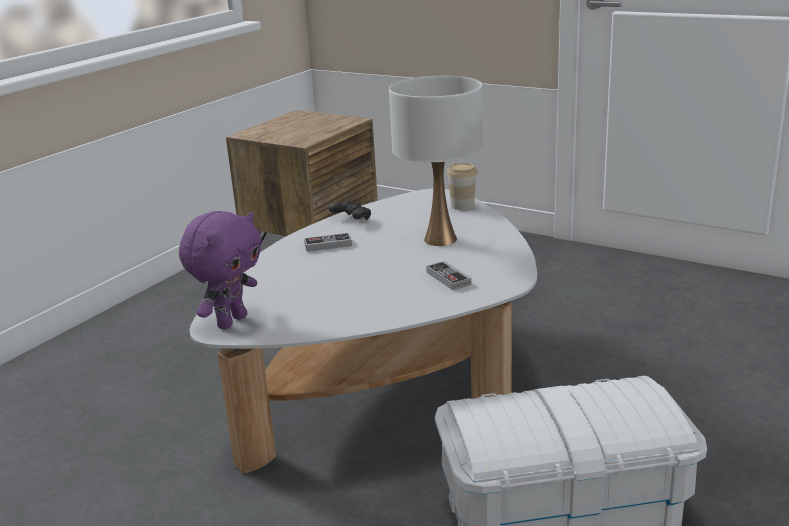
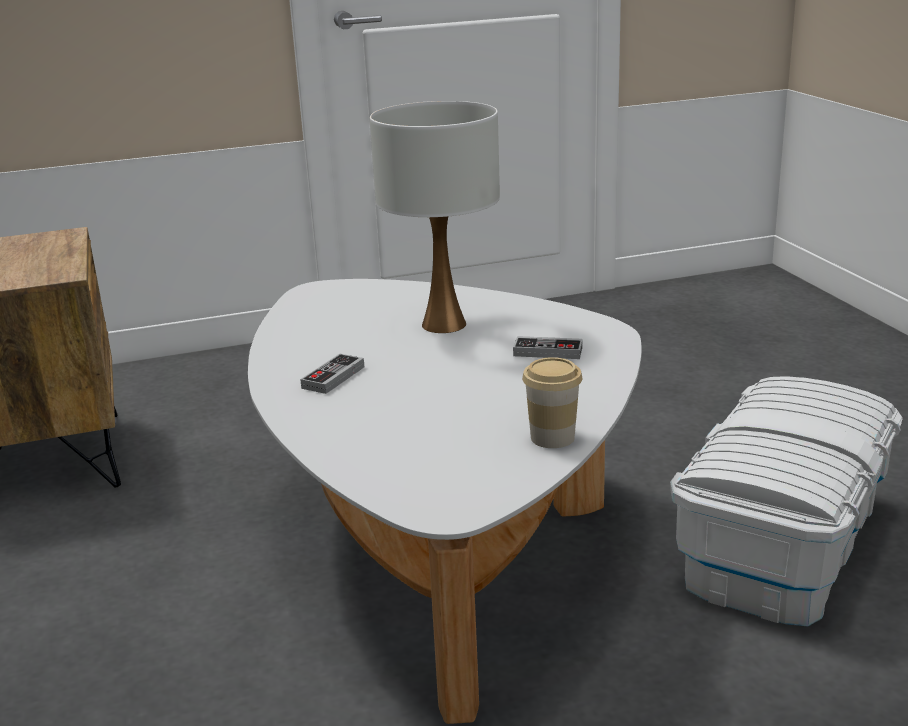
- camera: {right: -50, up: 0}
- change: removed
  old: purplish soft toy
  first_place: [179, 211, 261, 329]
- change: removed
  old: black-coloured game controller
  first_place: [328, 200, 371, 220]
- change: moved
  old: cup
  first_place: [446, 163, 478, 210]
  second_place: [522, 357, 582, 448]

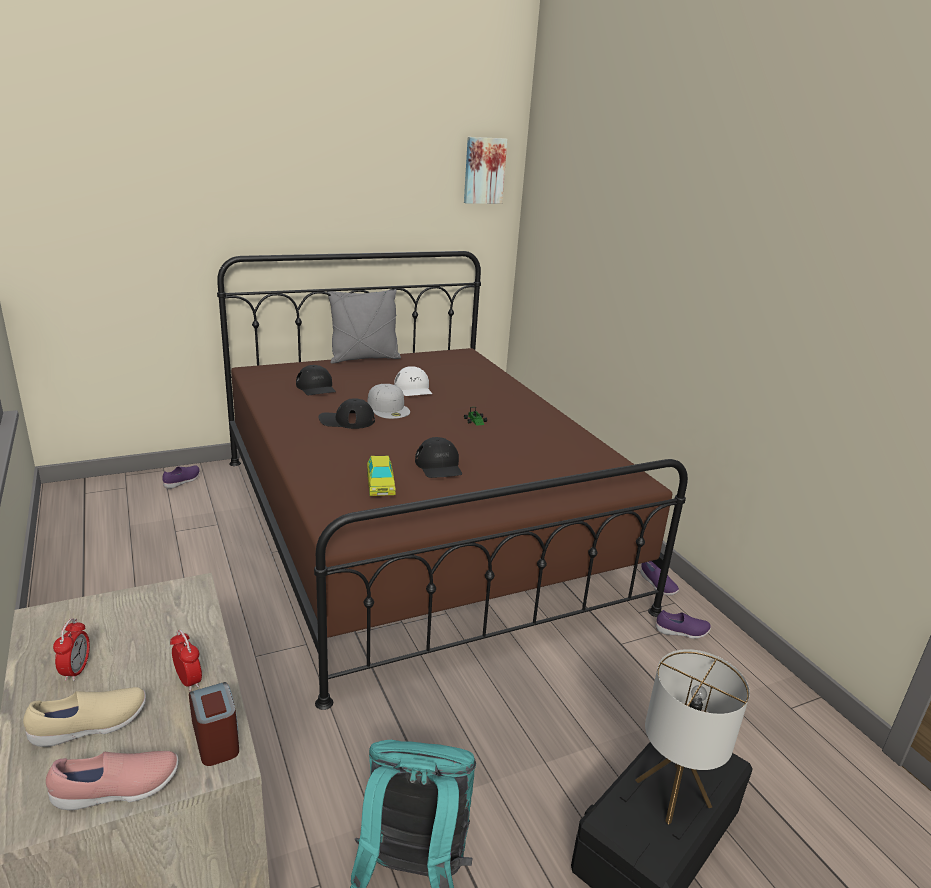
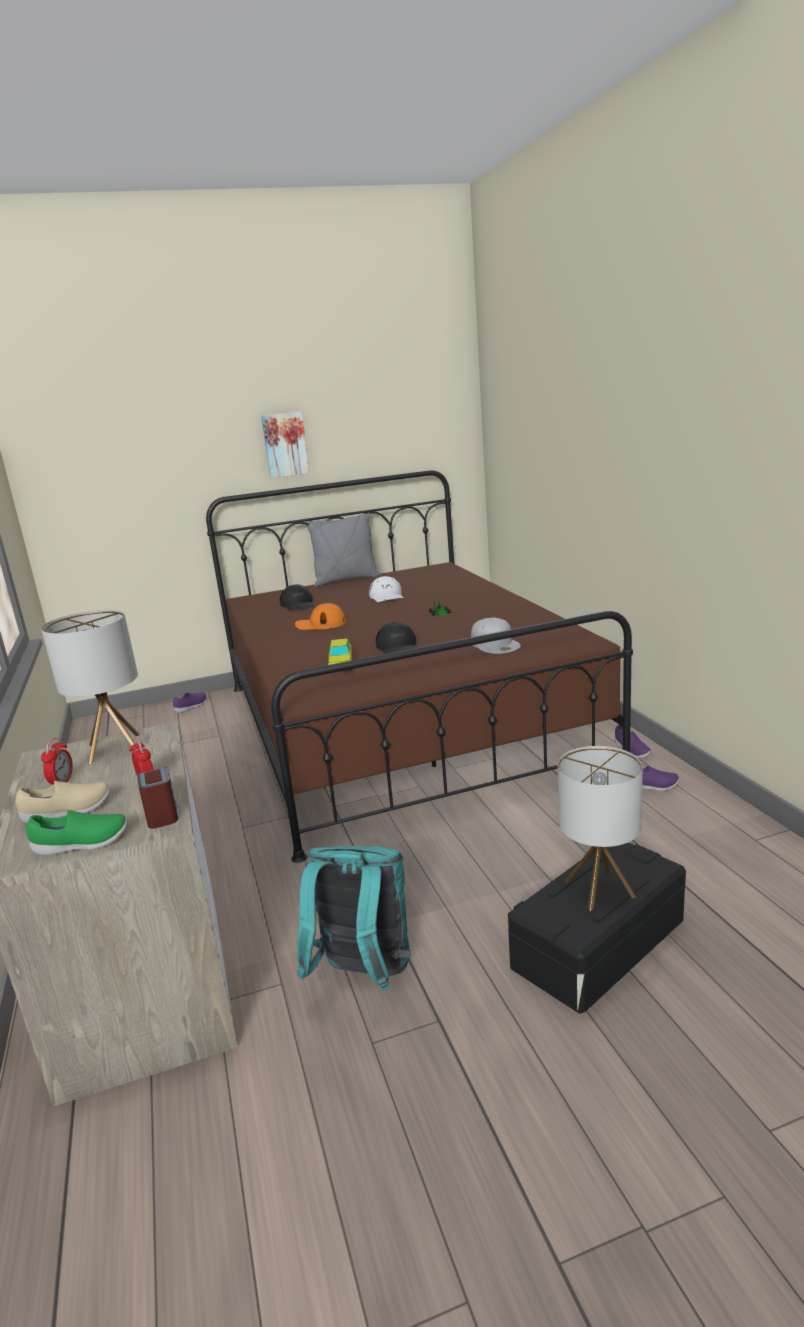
- camera: {right: 10, up: -5}
- change: recoloured
  old: pink item of footwear
  new: greenish item of footwear
  first_place: [46, 751, 179, 810]
  second_place: [26, 810, 127, 856]
- change: recoloured
  old: black-coloured baseball cap
  new: orange baseball cap
  first_place: [319, 398, 375, 429]
  second_place: [295, 603, 346, 630]
- change: moved
  old: white-coloured baseball cap
  first_place: [367, 384, 410, 419]
  second_place: [471, 618, 521, 654]
- change: moved
  old: wall picture
  first_place: [464, 137, 507, 204]
  second_place: [261, 411, 310, 478]
- change: added
  new: tabletop lamp
  second_place: [41, 609, 139, 764]

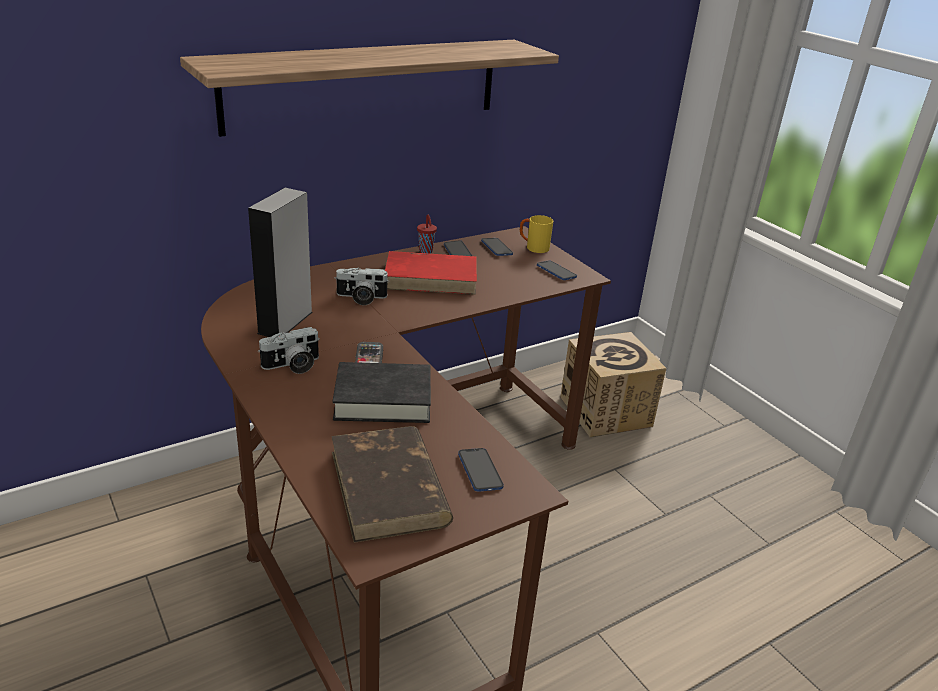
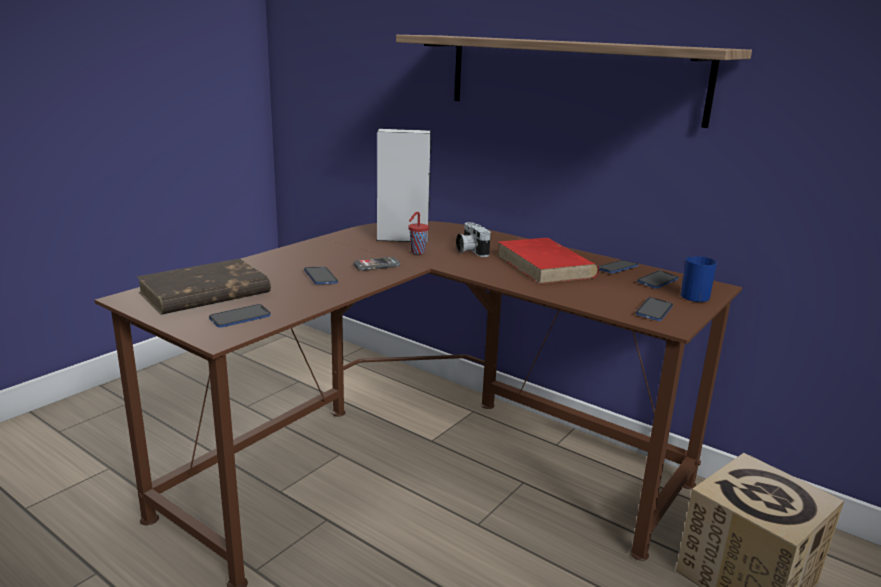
- camera: {right: 70, up: -10}
- change: removed
  old: photo camera
  first_place: [258, 327, 320, 374]
- change: replaced
  old: black-coloured volume
  new: telephone
  first_place: [332, 362, 431, 423]
  second_place: [304, 267, 338, 284]
- change: moved
  old: reddish cup
  first_place: [417, 215, 437, 254]
  second_place: [408, 212, 429, 254]
- change: recoloured
  old: yellow coffee mug
  new: blue coffee mug
  first_place: [520, 215, 553, 253]
  second_place: [680, 256, 717, 302]

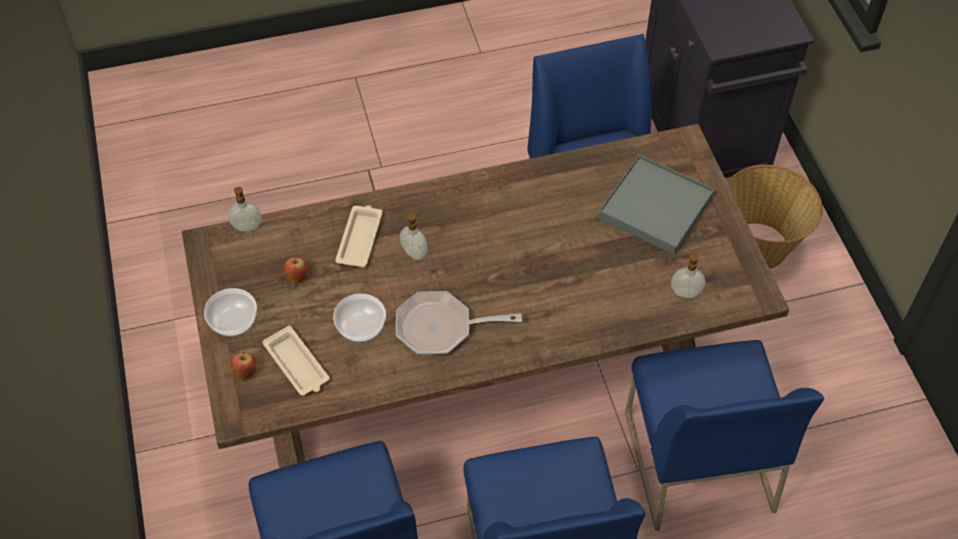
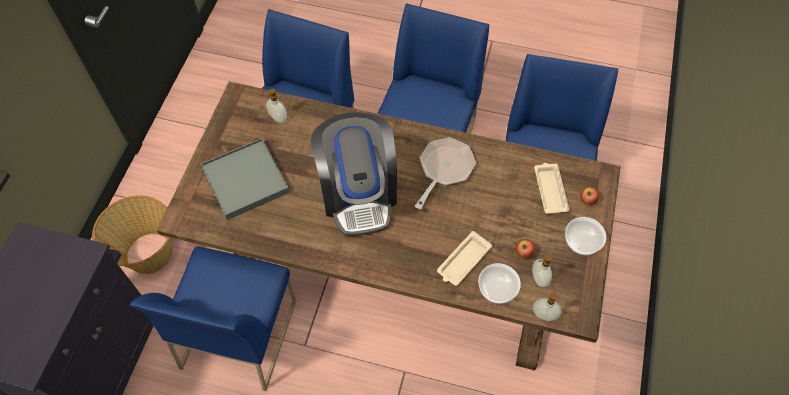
- camera: {right: -150, up: 5}
- change: moved
  old: bowl
  first_place: [333, 294, 386, 342]
  second_place: [478, 263, 521, 304]
- change: turned
  old: frying pan
  first_place: [396, 291, 522, 354]
  second_place: [415, 137, 476, 209]
  degrees: -90
- change: moved
  old: liquid soap bottle
  first_place: [400, 211, 428, 260]
  second_place: [532, 255, 552, 287]
- change: added
  new: coffee machine
  second_place: [311, 112, 397, 236]

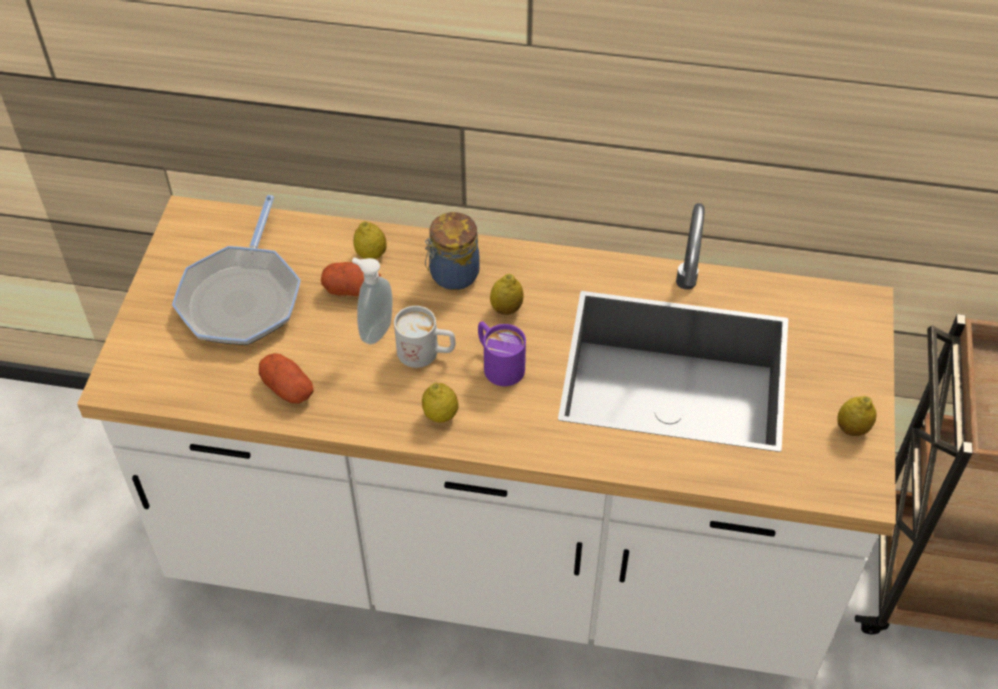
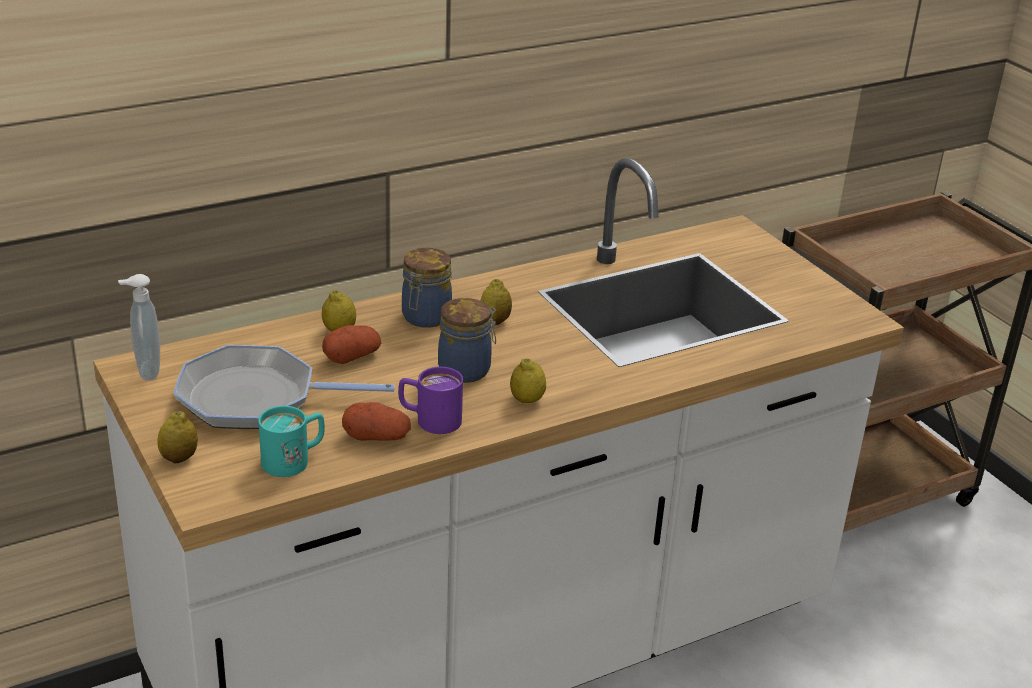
- camera: {right: -40, up: -20}
- change: turned
  old: frying pan
  first_place: [172, 195, 301, 345]
  second_place: [174, 345, 395, 429]
  degrees: 120
- change: moved
  old: liquid soap bottle
  first_place: [352, 258, 393, 345]
  second_place: [118, 274, 160, 381]
- change: replaced
  old: white-coloured coffee mug
  new: preserve jar
  first_place: [394, 306, 456, 368]
  second_place: [438, 298, 496, 383]
- change: moved
  old: purplish coffee mug
  first_place: [478, 321, 526, 386]
  second_place: [398, 367, 463, 434]
- change: moved
  old: lemon
  first_place: [837, 396, 877, 436]
  second_place: [157, 411, 198, 463]
- change: added
  new: blue-green coffee mug
  second_place: [258, 406, 325, 477]

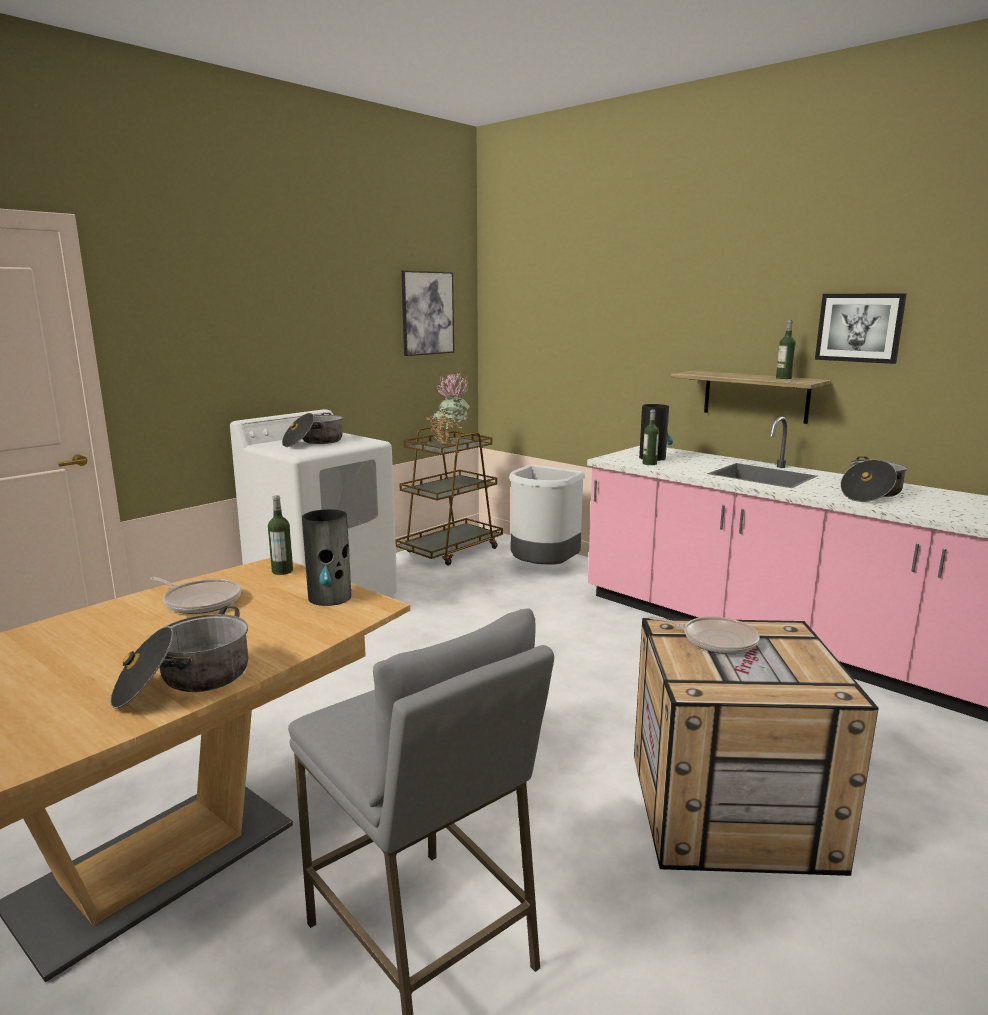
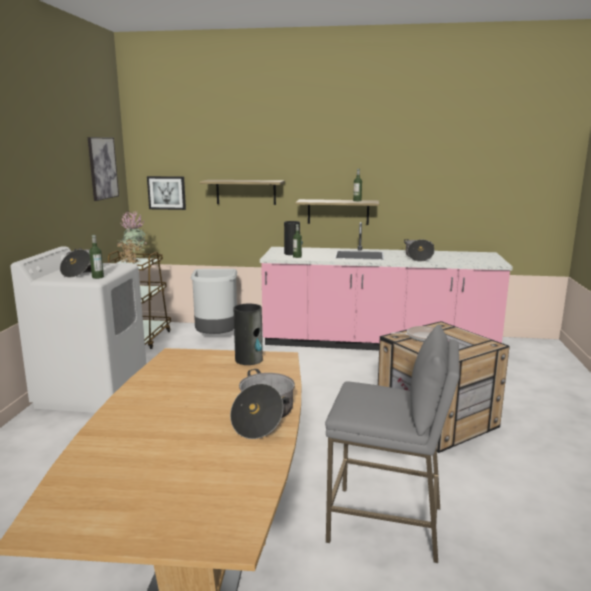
- camera: {right: -35, up: 0}
- change: removed
  old: frying pan
  first_place: [150, 577, 242, 614]
- change: moved
  old: bottle
  first_place: [268, 495, 293, 575]
  second_place: [89, 235, 104, 279]
- change: moved
  old: wall picture
  first_place: [815, 293, 907, 364]
  second_place: [147, 176, 186, 210]
- change: added
  new: wall shelf
  second_place: [200, 180, 285, 205]

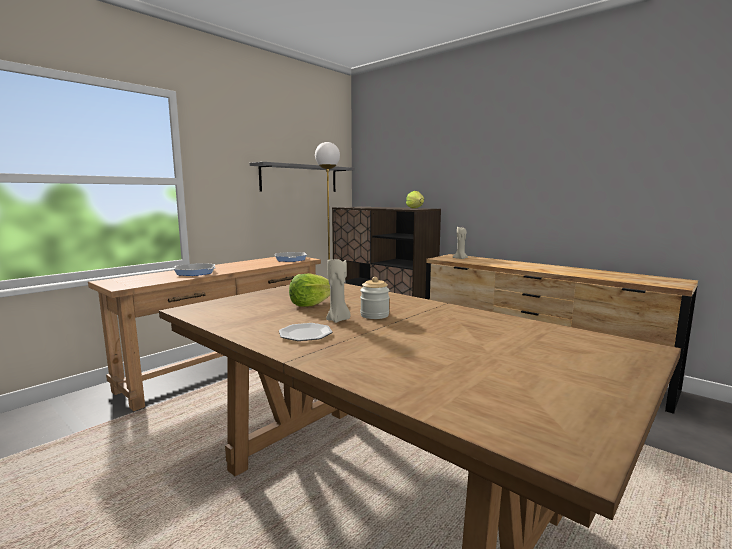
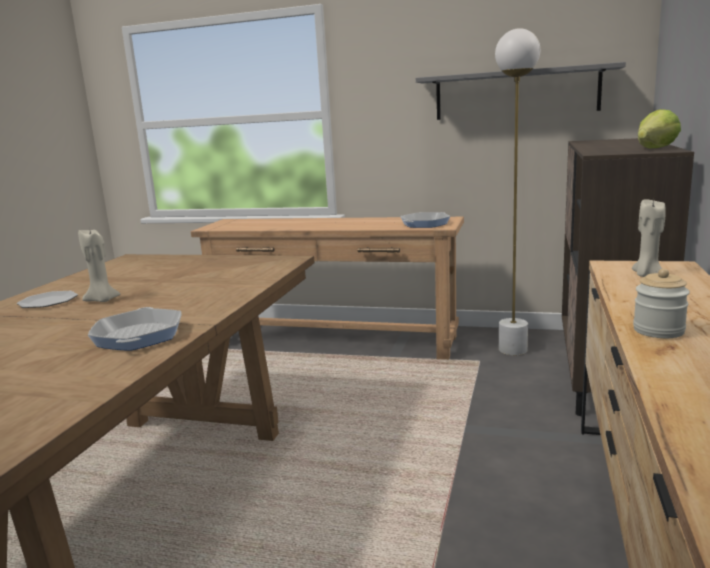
- camera: {right: 65, up: 5}
- change: moved
  old: frying pan
  first_place: [174, 263, 216, 276]
  second_place: [88, 307, 182, 351]
- change: removed
  old: lettuce
  first_place: [289, 273, 330, 307]
- change: moved
  old: preserve jar
  first_place: [360, 277, 390, 319]
  second_place: [633, 269, 690, 338]

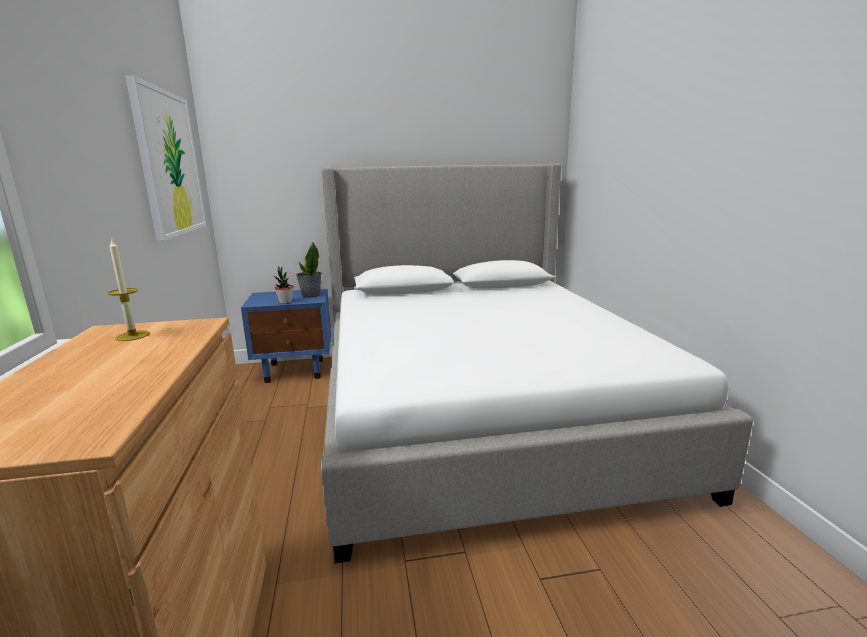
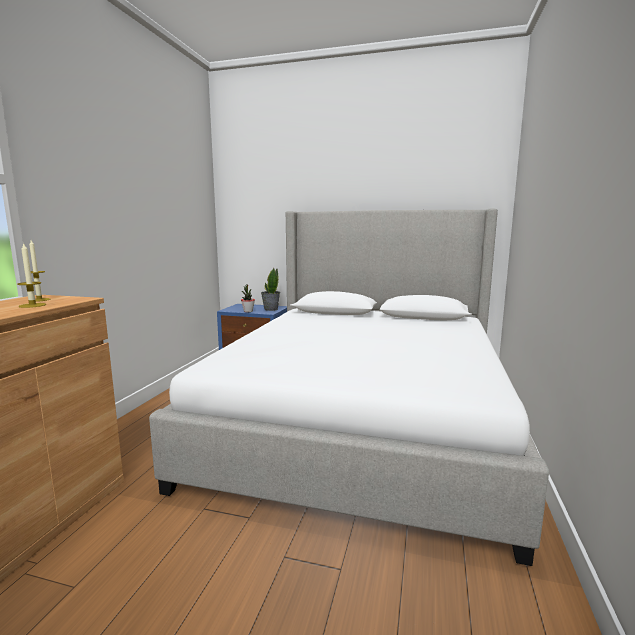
- camera: {right: 25, up: -5}
- change: removed
  old: wall picture
  first_place: [126, 76, 206, 241]
- change: added
  new: wax light
  second_place: [17, 242, 46, 308]

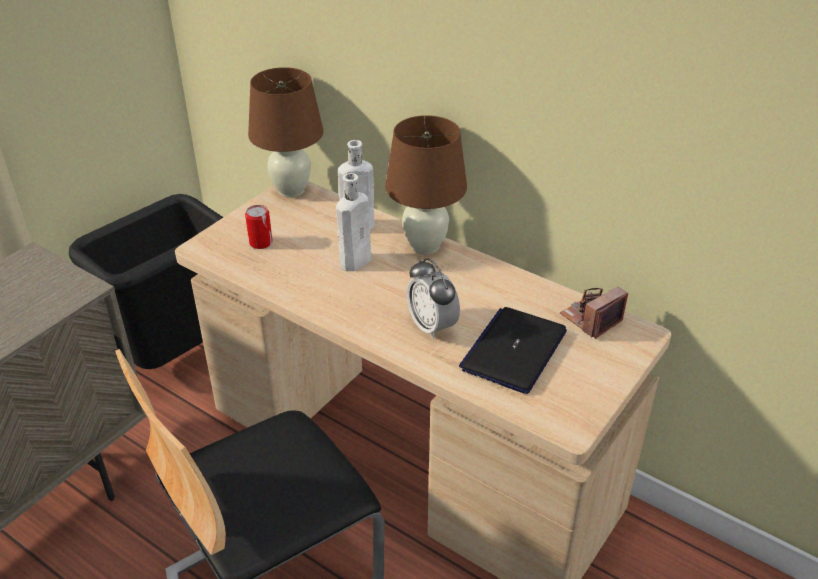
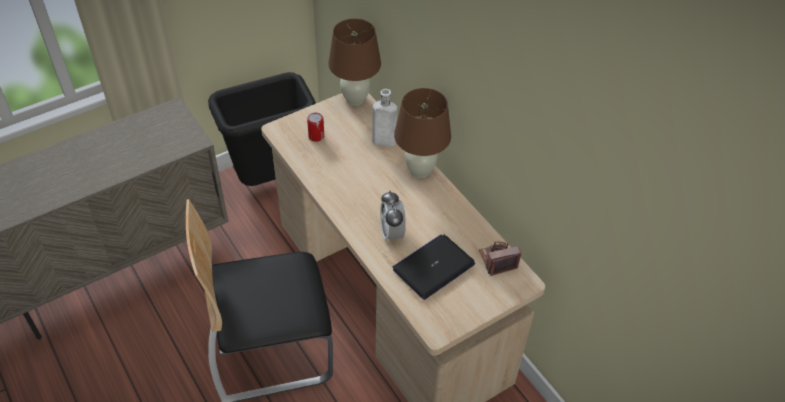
- camera: {right: 20, up: 10}
- change: removed
  old: white-coloured bottle
  first_place: [336, 173, 371, 271]

